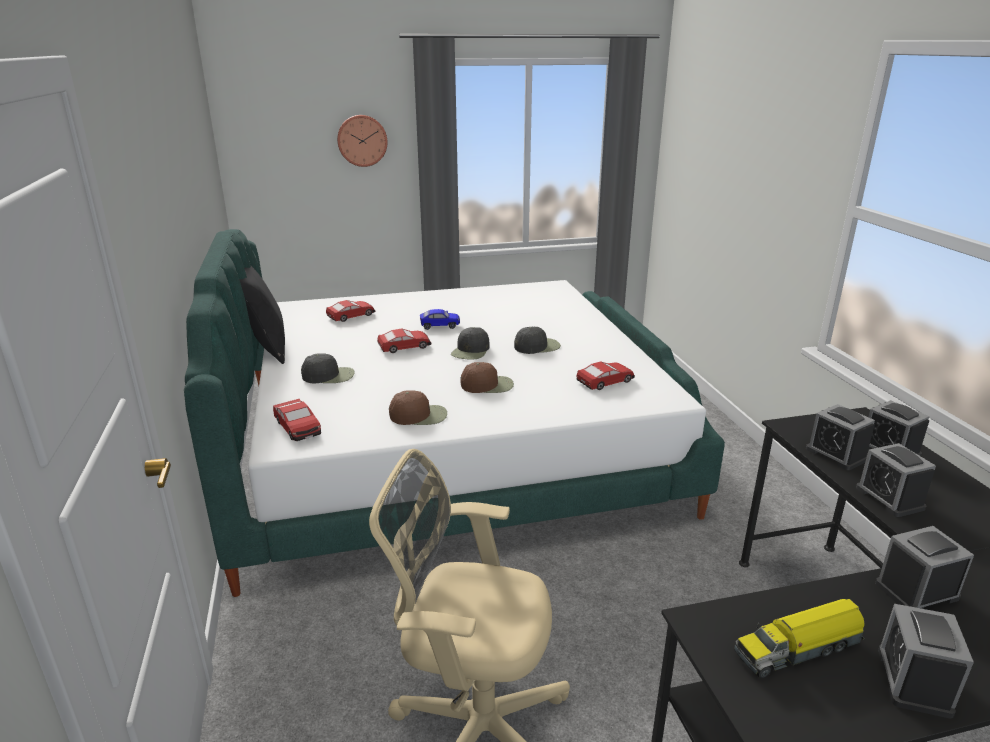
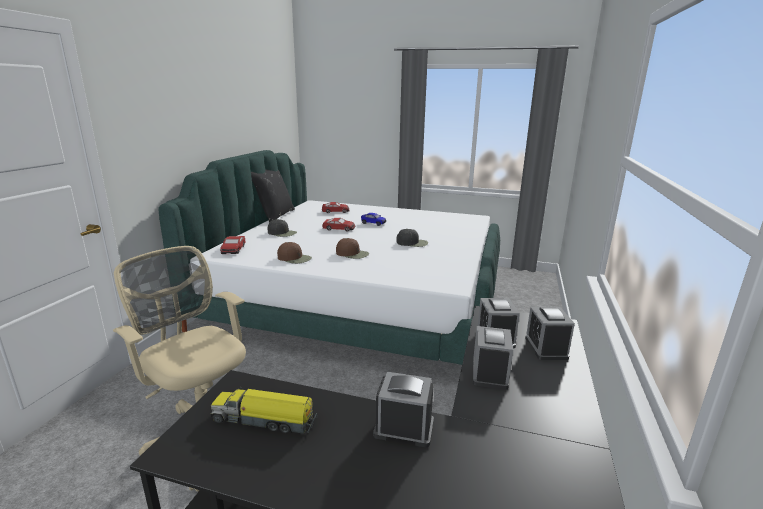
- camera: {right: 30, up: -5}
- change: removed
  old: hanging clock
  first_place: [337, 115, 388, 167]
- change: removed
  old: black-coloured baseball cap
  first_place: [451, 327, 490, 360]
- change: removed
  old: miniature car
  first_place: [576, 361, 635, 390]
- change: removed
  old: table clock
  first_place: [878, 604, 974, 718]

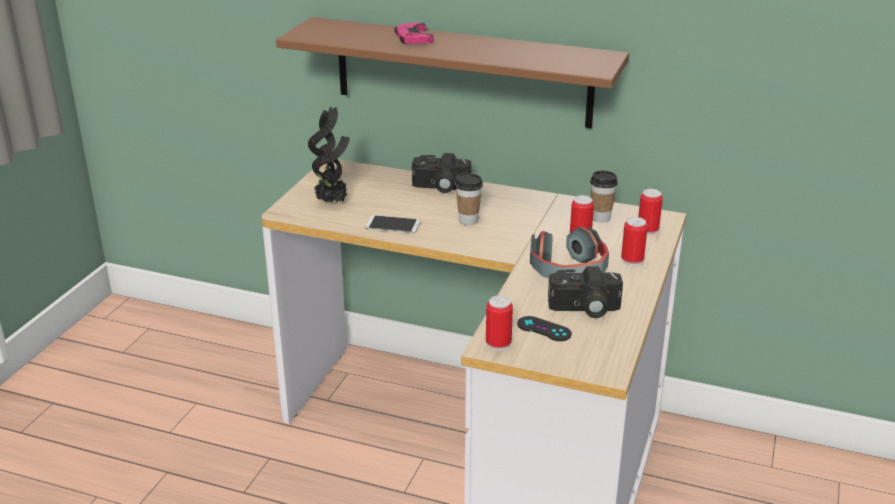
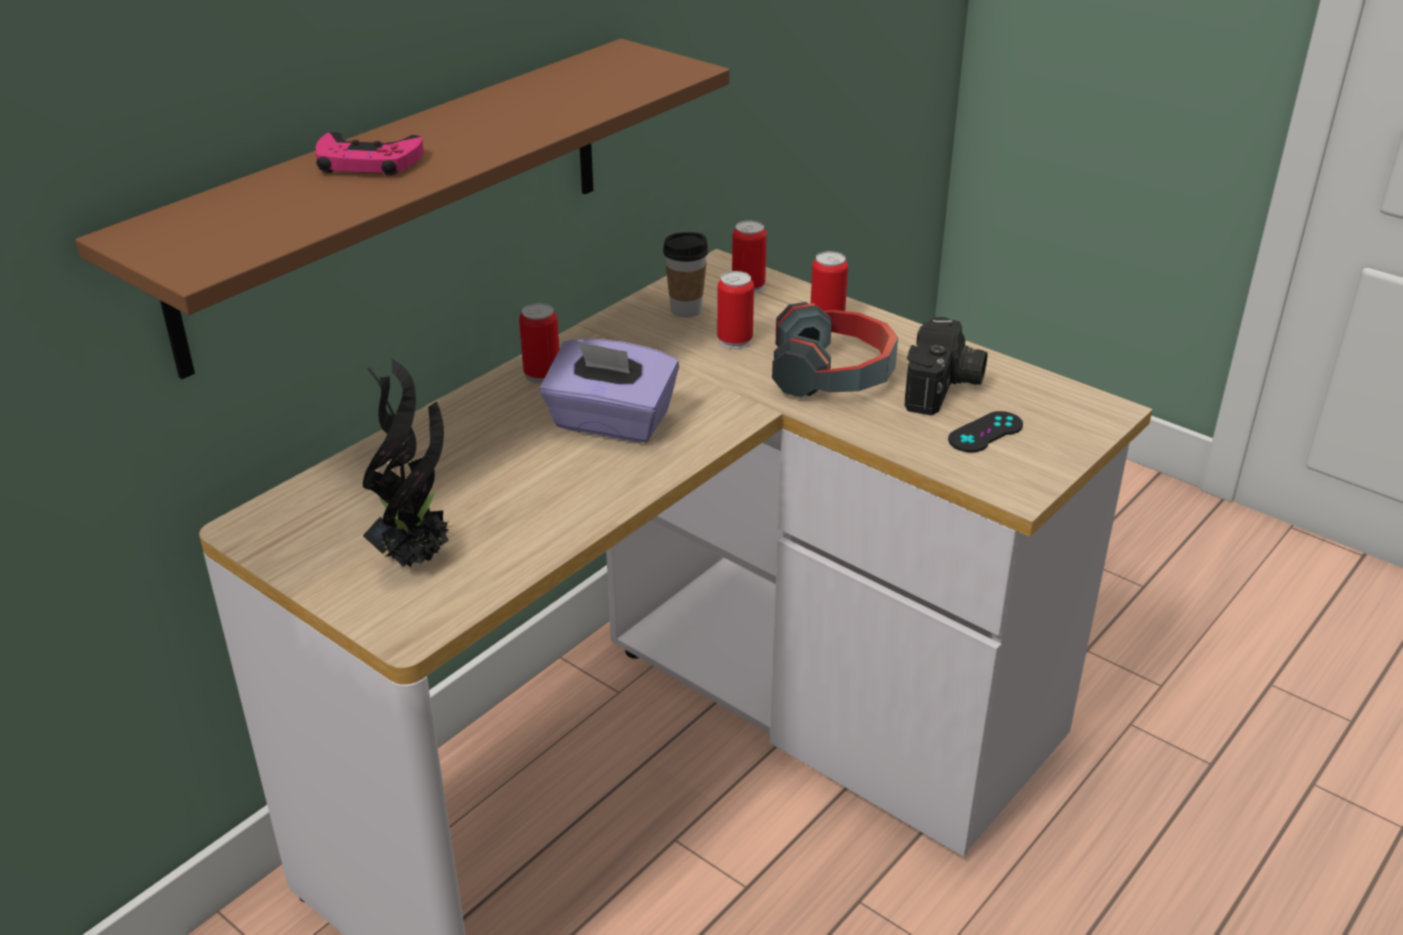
- camera: {right: -70, up: 5}
- change: removed
  old: telephone
  first_place: [365, 215, 421, 233]
- change: removed
  old: photo camera
  first_place: [412, 153, 471, 193]
- change: replaced
  old: cup
  new: purplish tissue box
  first_place: [455, 173, 483, 225]
  second_place: [540, 338, 679, 443]
- change: moved
  old: can
  first_place: [486, 295, 513, 351]
  second_place: [519, 303, 559, 384]

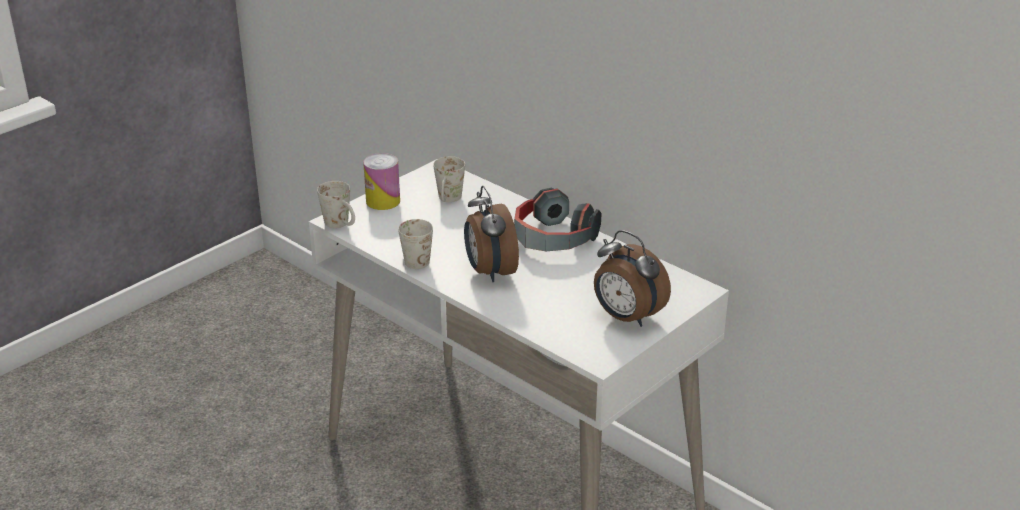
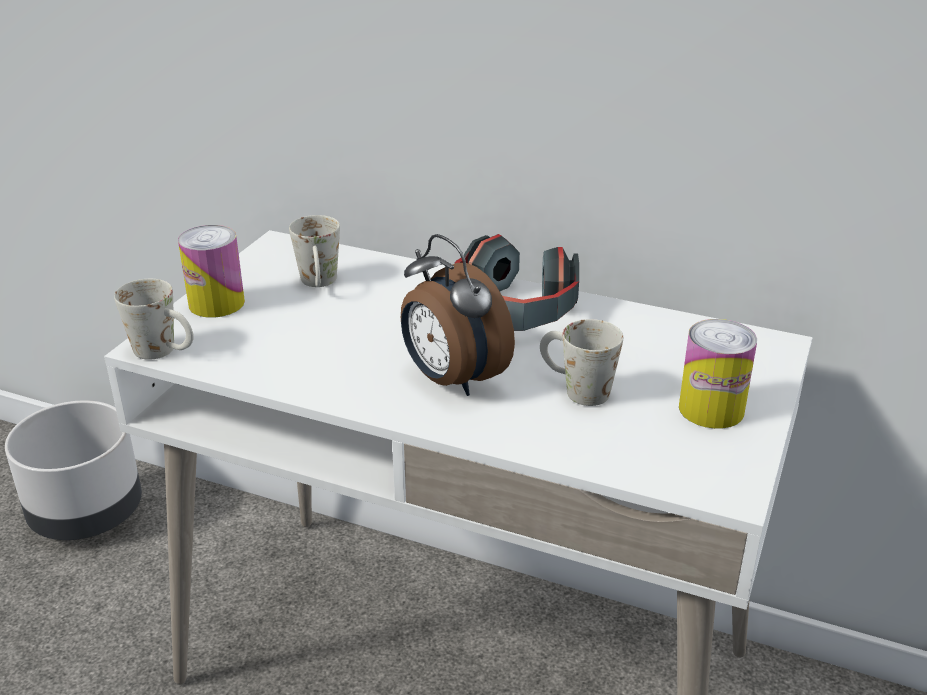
- camera: {right: -20, up: 0}
- change: moved
  old: white-coloured coffee mug
  first_place: [398, 219, 433, 269]
  second_place: [540, 319, 623, 406]
- change: replaced
  old: table clock
  new: can
  first_place: [594, 230, 671, 327]
  second_place: [679, 319, 757, 429]
- change: added
  new: greyish plant pot
  second_place: [5, 400, 142, 540]

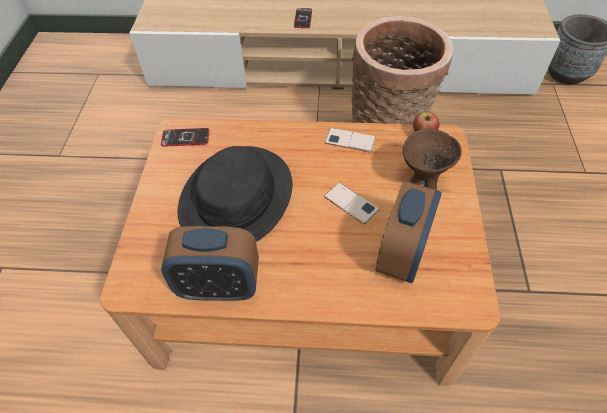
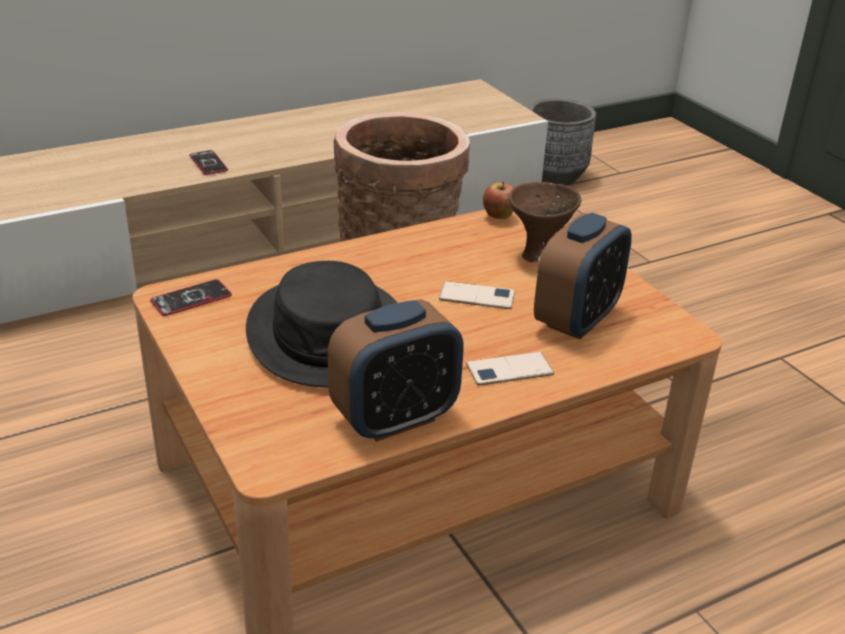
- camera: {right: -35, up: -20}
- change: moved
  old: telephone
  first_place: [325, 128, 376, 153]
  second_place: [466, 352, 554, 385]
- change: turned
  old: table clock
  first_place: [376, 181, 442, 283]
  second_place: [534, 213, 632, 340]
  degrees: 45

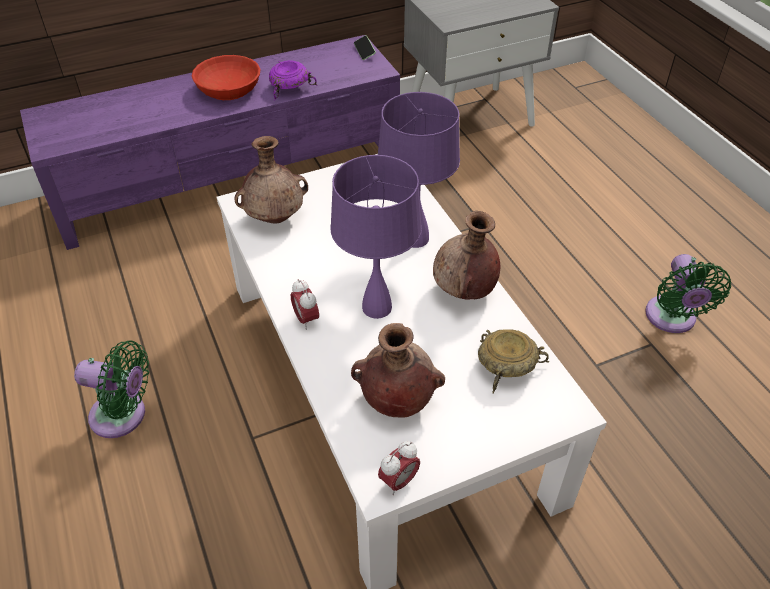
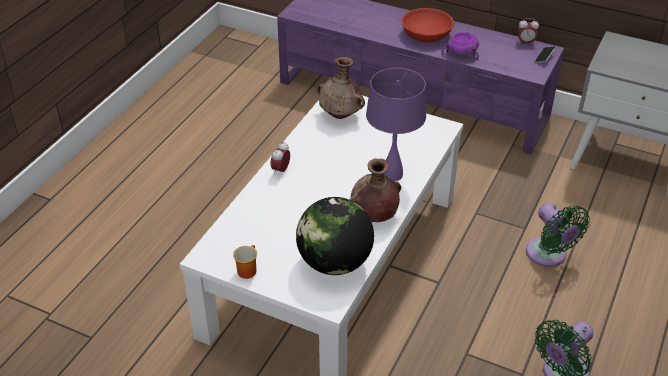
- camera: {right: 50, up: -5}
- change: moved
  old: greenish electric fan
  first_place: [74, 341, 149, 438]
  second_place: [526, 203, 590, 267]
- change: removed
  old: purplish tabletop lamp
  first_place: [330, 155, 422, 319]
- change: removed
  old: brown-coloured vase
  first_place: [351, 323, 445, 418]
- change: moved
  old: table clock
  first_place: [378, 441, 420, 495]
  second_place: [518, 18, 539, 44]
- change: replaced
  old: beige bowl
  new: desk globe
  first_place: [478, 329, 549, 393]
  second_place: [296, 197, 374, 275]
- change: added
  new: coffee mug
  second_place: [233, 245, 257, 279]

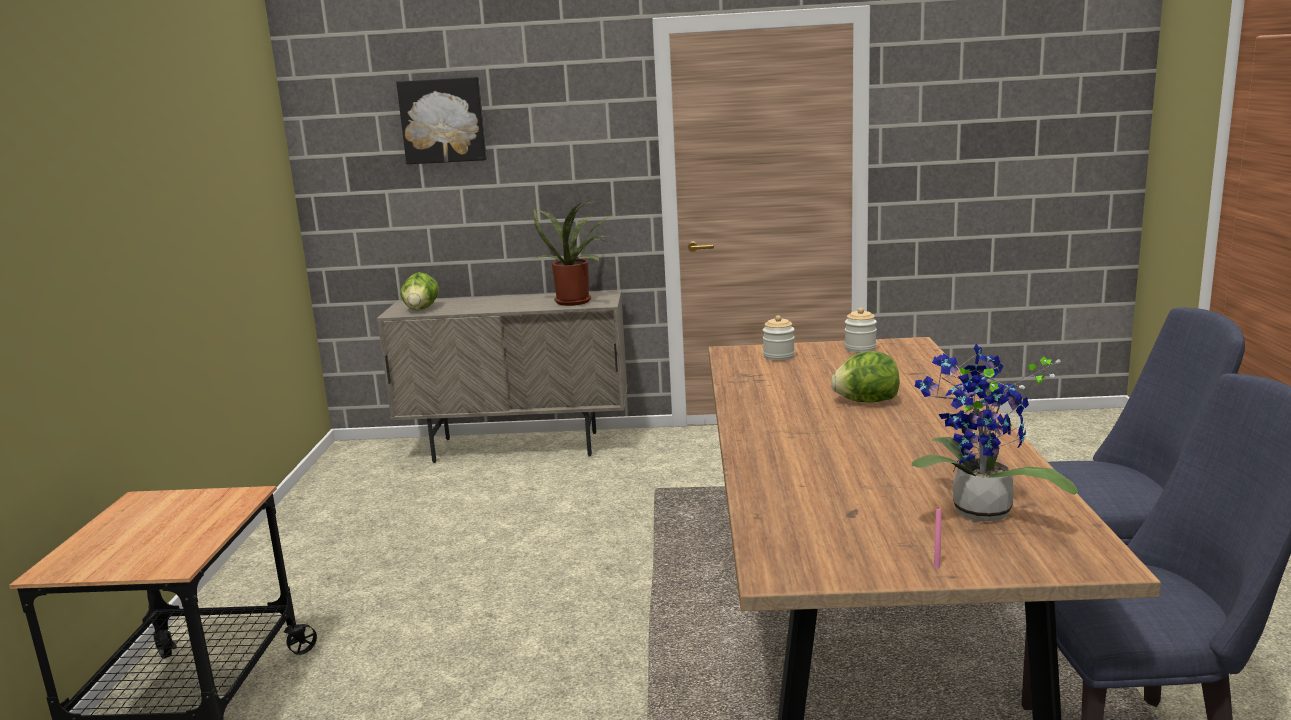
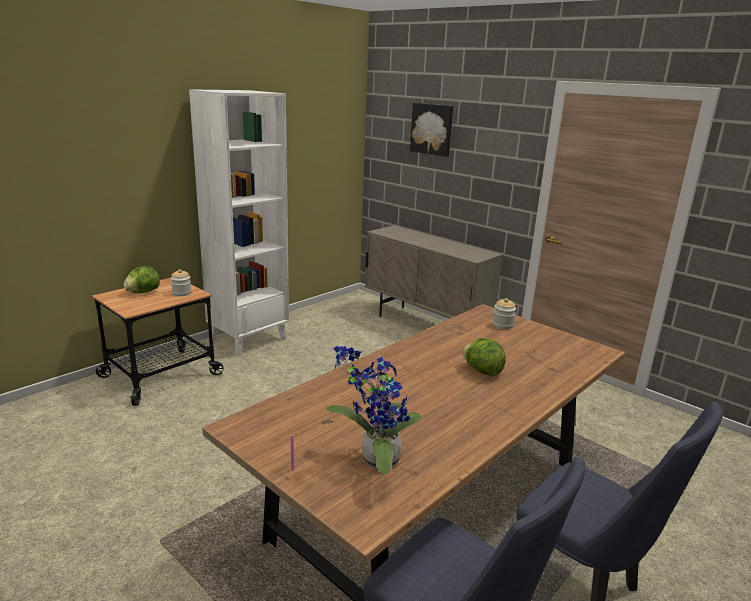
- camera: {right: 40, up: 5}
- change: moved
  old: lettuce
  first_place: [400, 272, 439, 311]
  second_place: [124, 266, 160, 293]
- change: removed
  old: houseplant
  first_place: [533, 201, 616, 306]
- change: moved
  old: preserve jar
  first_place: [845, 308, 877, 353]
  second_place: [171, 269, 191, 296]
- change: added
  new: white-coloured bookshelf
  second_place: [189, 89, 289, 356]

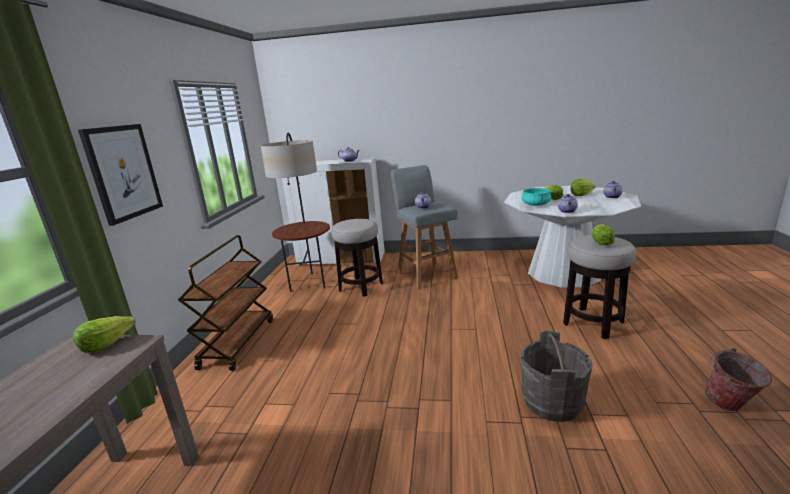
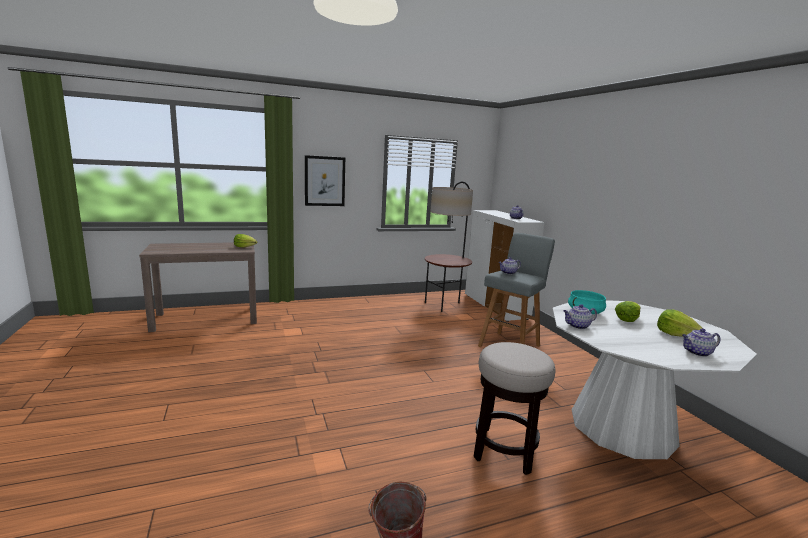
- camera: {right: 60, up: -5}
- change: removed
  old: brown-coloured cart
  first_place: [178, 235, 273, 371]
- change: removed
  old: sitting stool
  first_place: [331, 219, 383, 297]
- change: removed
  old: greyish water bucket
  first_place: [521, 331, 593, 422]
- change: removed
  old: lettuce
  first_place: [591, 224, 615, 245]

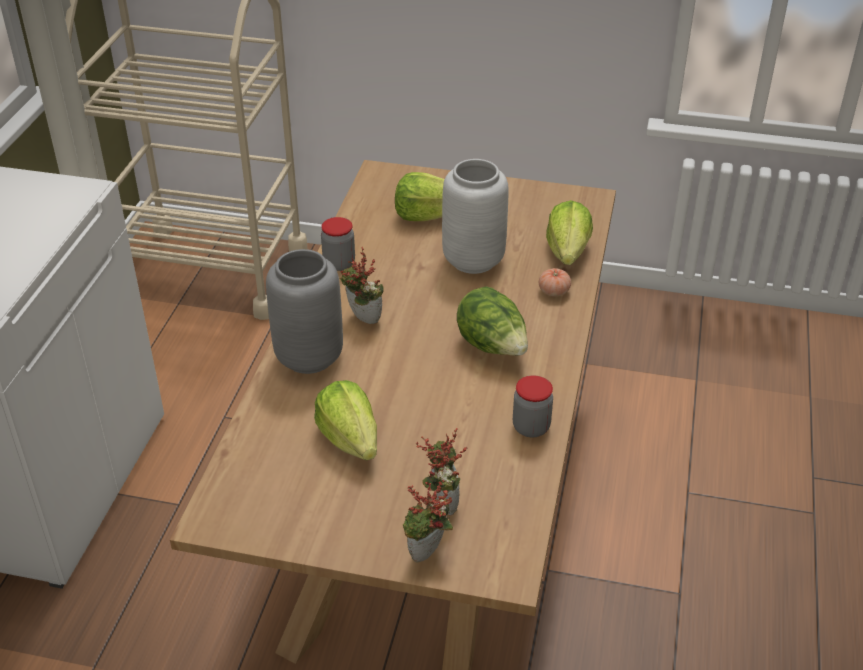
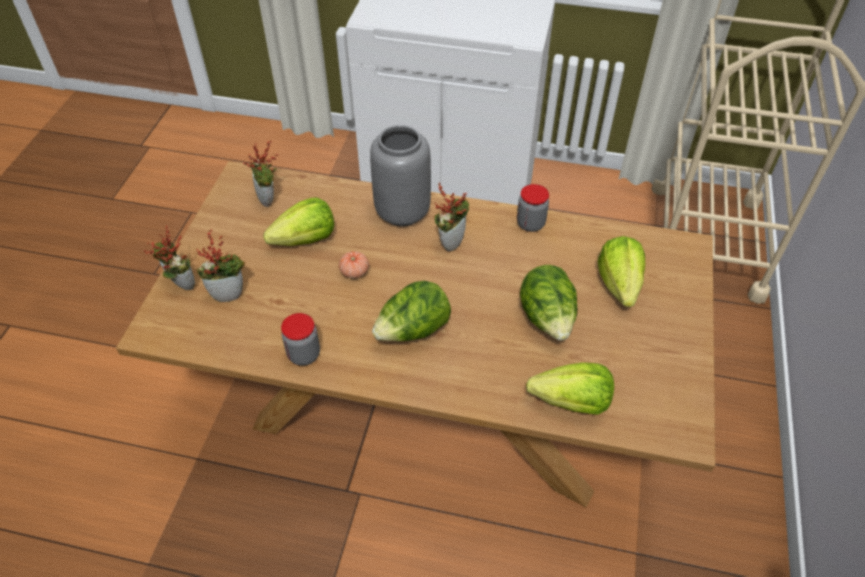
- camera: {right: 90, up: 10}
- change: replaced
  old: greyish vase
  new: lettuce
  first_place: [442, 159, 508, 274]
  second_place: [520, 265, 577, 341]
- change: moved
  old: tomato
  first_place: [539, 268, 571, 296]
  second_place: [339, 251, 369, 279]
- change: added
  new: houseplant
  second_place: [243, 140, 278, 207]

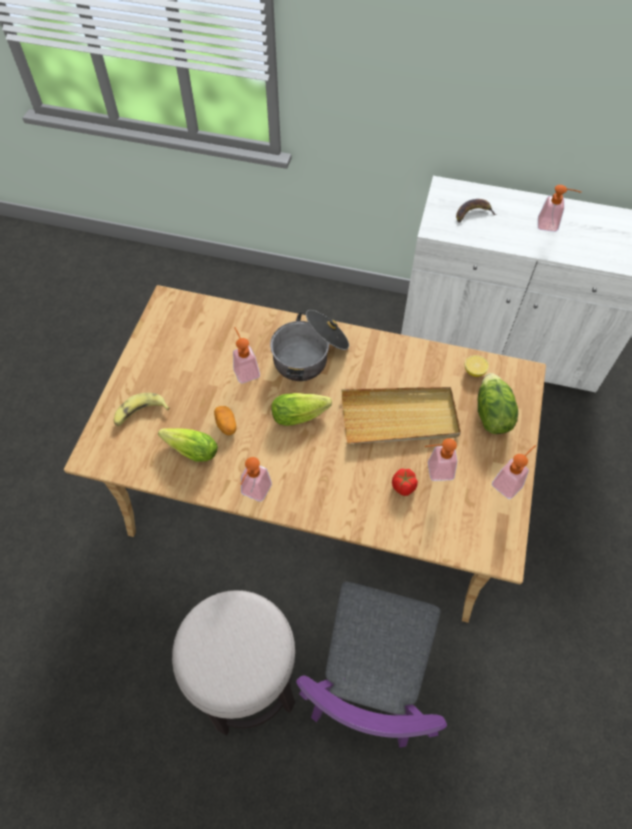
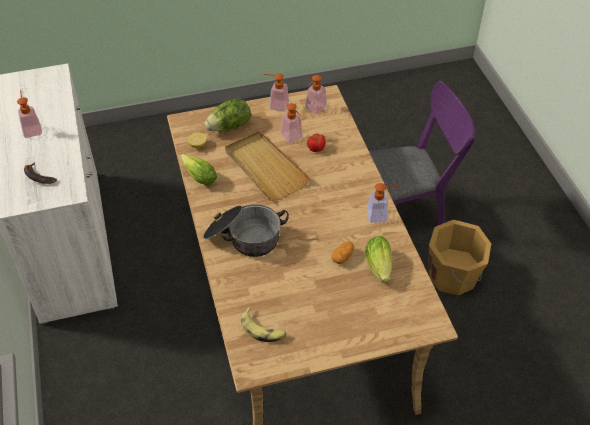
- camera: {right: -120, up: -10}
- change: moved
  old: banana fruit
  first_place: [114, 393, 170, 427]
  second_place: [241, 306, 286, 342]
- change: replaced
  old: sitting stool
  new: orange water bucket
  first_place: [172, 590, 295, 736]
  second_place: [429, 220, 491, 295]
- change: moved
  old: liquid soap bottle
  first_place: [233, 328, 260, 383]
  second_place: [305, 75, 327, 114]
- change: moved
  old: lettuce
  first_place: [271, 393, 332, 426]
  second_place: [180, 154, 217, 185]

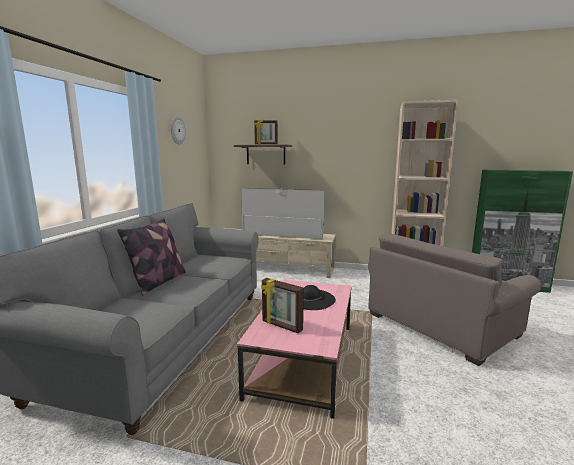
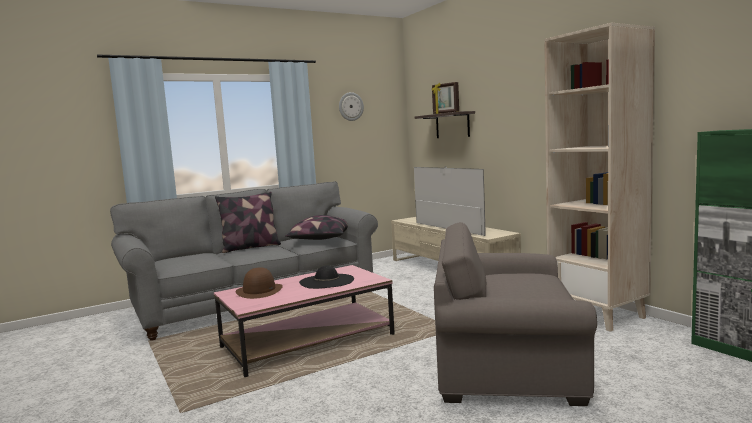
- camera: {right: 45, up: -5}
- change: replaced
  old: standing frame
  new: brown-coloured clothing hat
  first_place: [261, 278, 304, 334]
  second_place: [236, 267, 283, 299]
- change: added
  new: pillow
  second_place: [285, 215, 348, 240]

